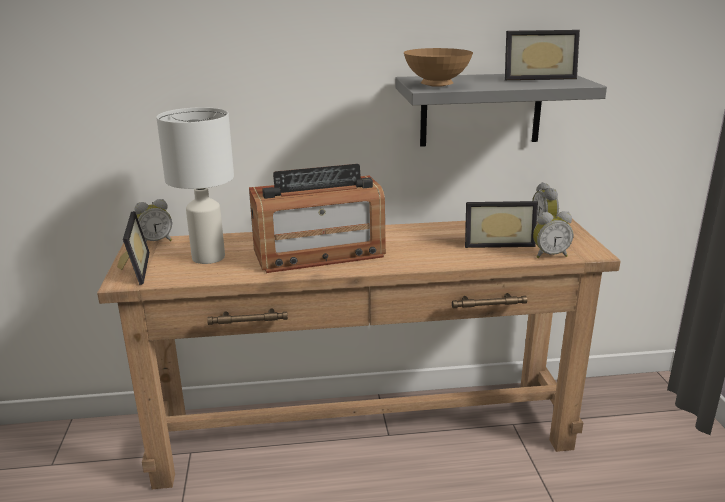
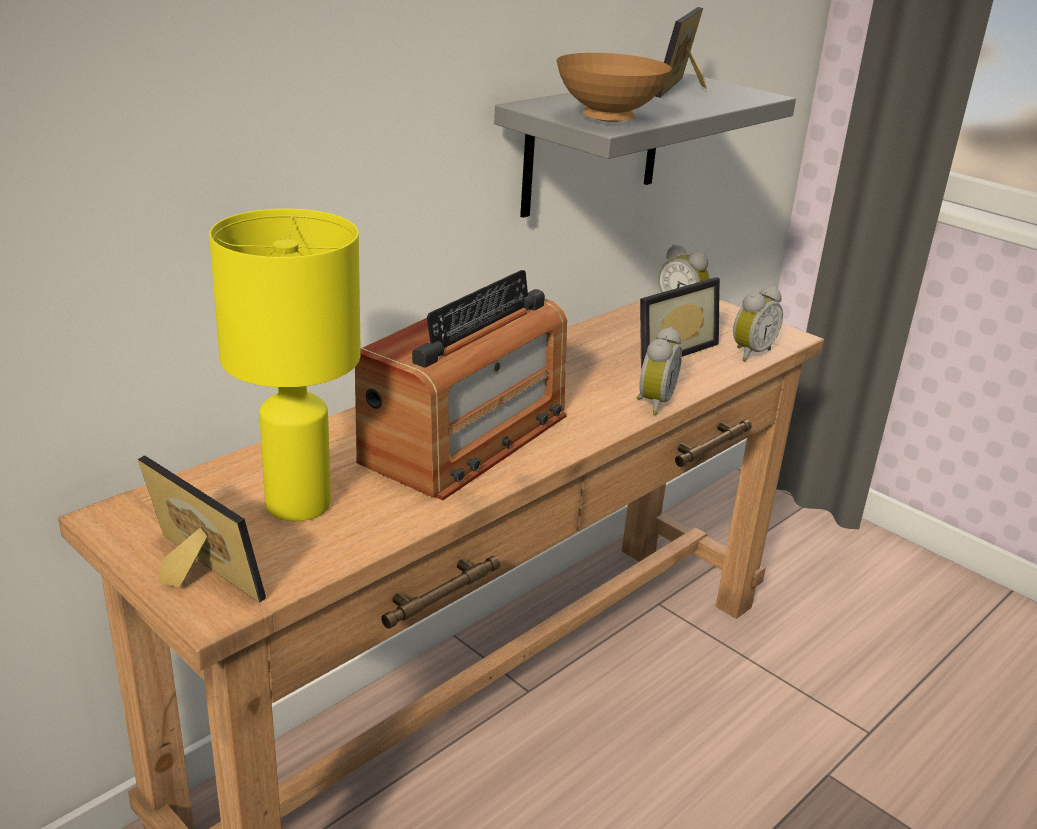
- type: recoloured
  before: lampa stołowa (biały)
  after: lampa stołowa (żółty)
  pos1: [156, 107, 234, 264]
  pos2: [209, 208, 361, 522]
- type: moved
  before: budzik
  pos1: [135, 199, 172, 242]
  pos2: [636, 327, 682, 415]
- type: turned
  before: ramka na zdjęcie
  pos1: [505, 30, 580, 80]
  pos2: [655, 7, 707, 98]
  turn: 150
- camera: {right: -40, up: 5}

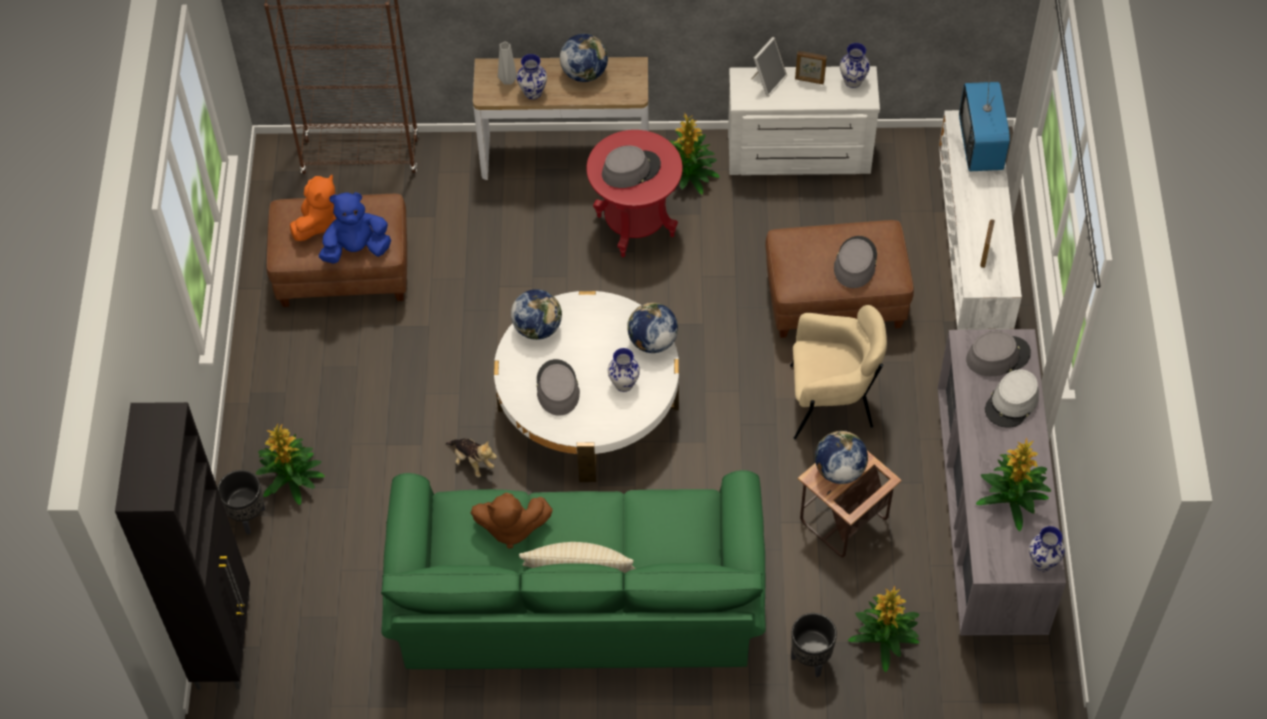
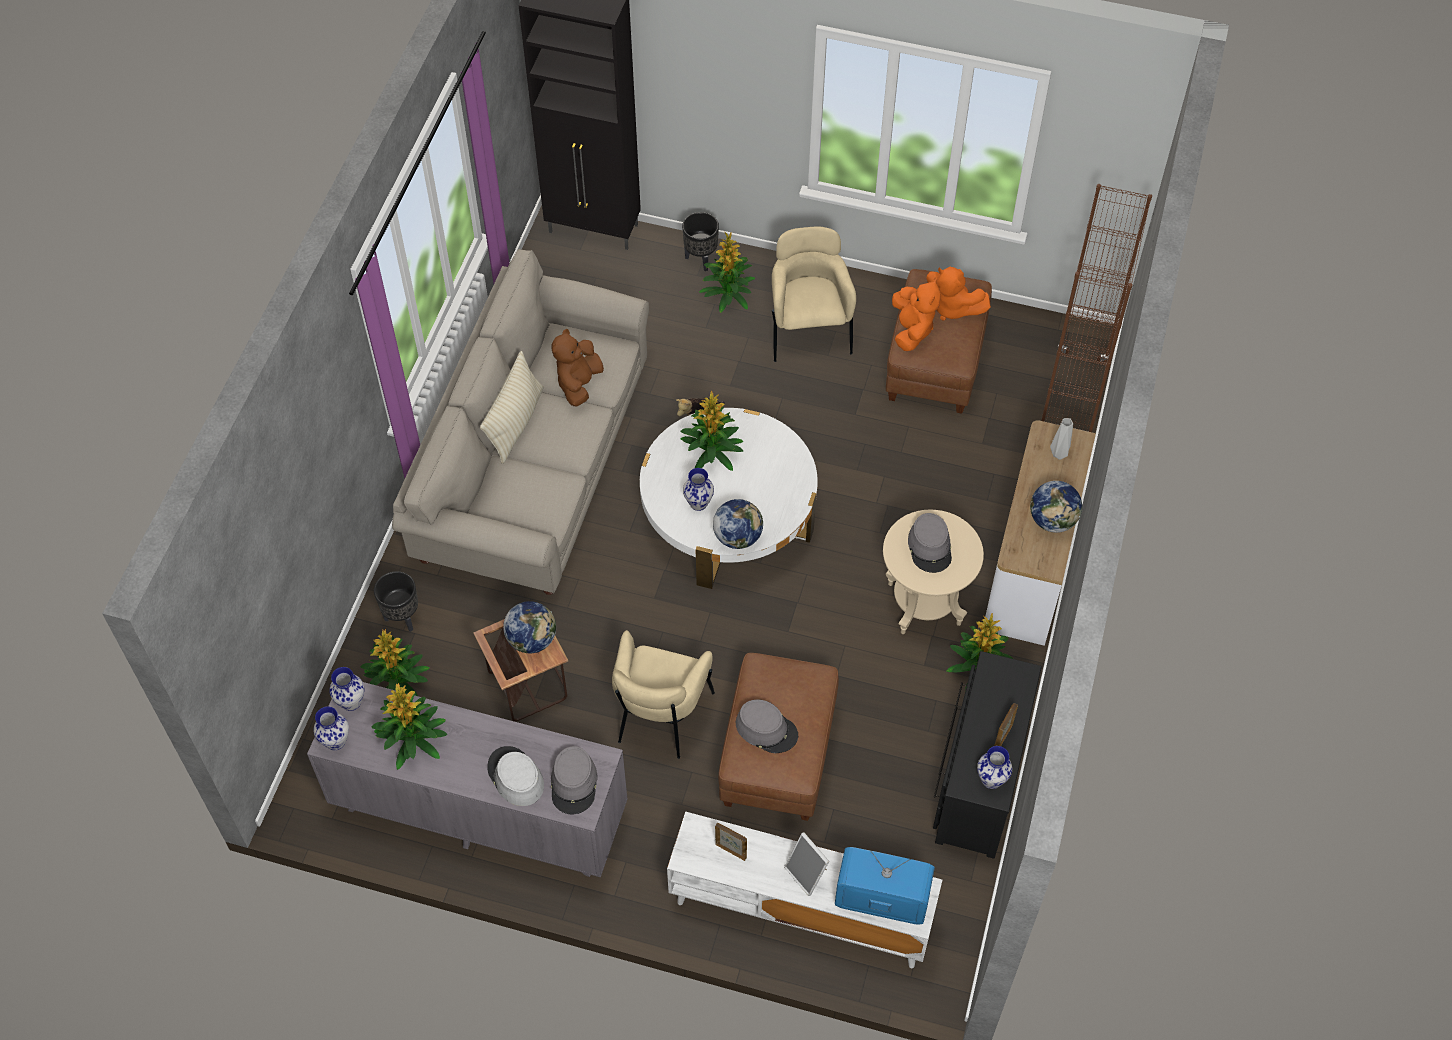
- type: moved
  before: wazon
  pos1: [517, 54, 547, 99]
  pos2: [329, 667, 364, 711]
- type: recoloured
  before: kanapa (zielony)
  after: kanapa (beżowy)
  pos1: [381, 470, 766, 669]
  pos2: [392, 249, 649, 595]
- type: replaced
  before: kapelusz (szary)
  after: roślina doniczkowa
  pos1: [537, 359, 580, 416]
  pos2: [680, 391, 743, 471]
- type: added
  after: fotel (beżowy)
  pos2: [772, 226, 856, 362]
- type: moved
  before: ramka na zdjęcie
  pos1: [751, 37, 787, 97]
  pos2: [784, 832, 829, 896]
- type: recoloured
  before: stolik (czerwony)
  after: stolik (beżowy)
  pos1: [586, 130, 682, 257]
  pos2: [883, 510, 984, 634]
- type: recoloured
  before: pluszak (niebieski)
  after: pluszak (pomarańczowy)
  pos1: [319, 192, 391, 264]
  pos2: [892, 278, 941, 351]
- type: recoloured
  before: komoda (biały)
  after: komoda (czarny)
  pos1: [728, 66, 880, 175]
  pos2: [933, 651, 1042, 859]
- type: removed
  before: globus
  pos1: [511, 289, 562, 340]
- camera: {right: 105, up: 0}

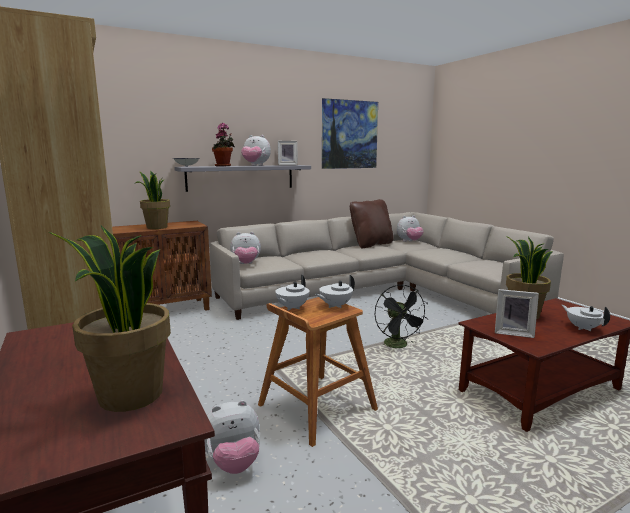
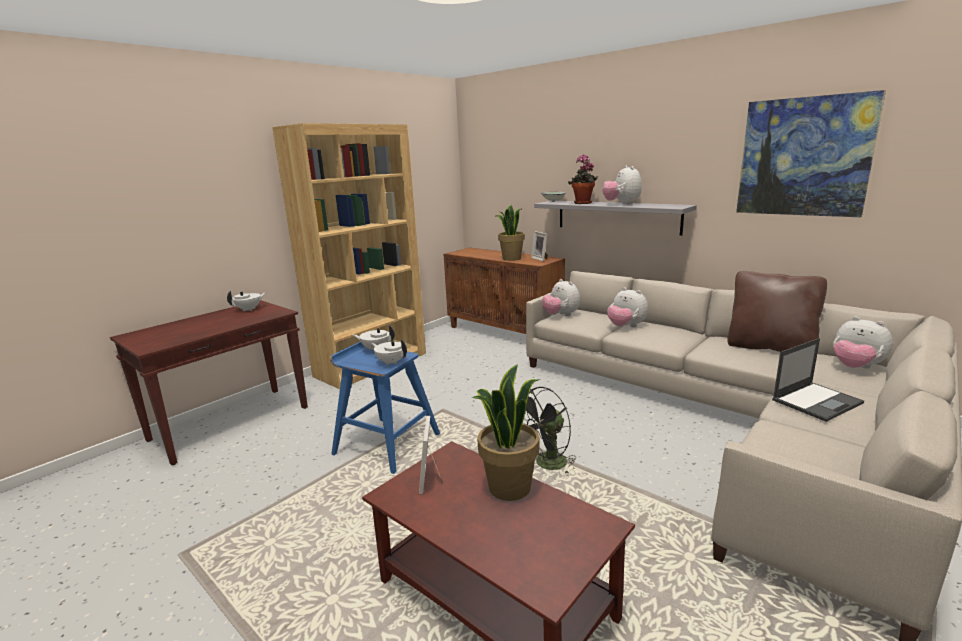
- type: moved
  before: imbryk (biały)
  pos1: [562, 305, 610, 331]
  pos2: [227, 291, 266, 311]
- type: recoloured
  before: stołek (brązowy)
  after: stołek (niebieski)
  pos1: [258, 297, 378, 447]
  pos2: [330, 341, 440, 474]
- type: moved
  before: ramka na zdjęcie
  pos1: [278, 141, 298, 165]
  pos2: [531, 231, 548, 261]
- type: moved
  before: pluszak
  pos1: [204, 400, 260, 474]
  pos2: [607, 287, 648, 327]
- type: added
  after: laptop
  pos2: [772, 338, 864, 422]
- type: removed
  before: roślina doniczkowa
  pos1: [49, 226, 171, 412]
- camera: {right: 70, up: 5}

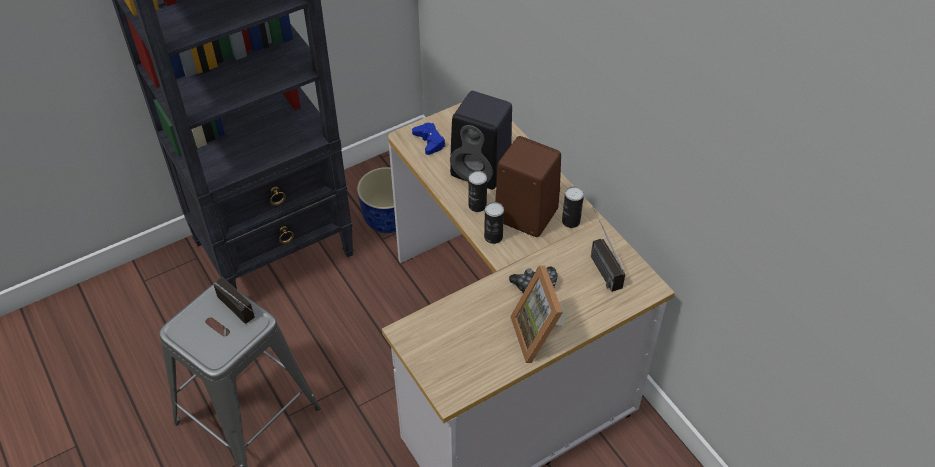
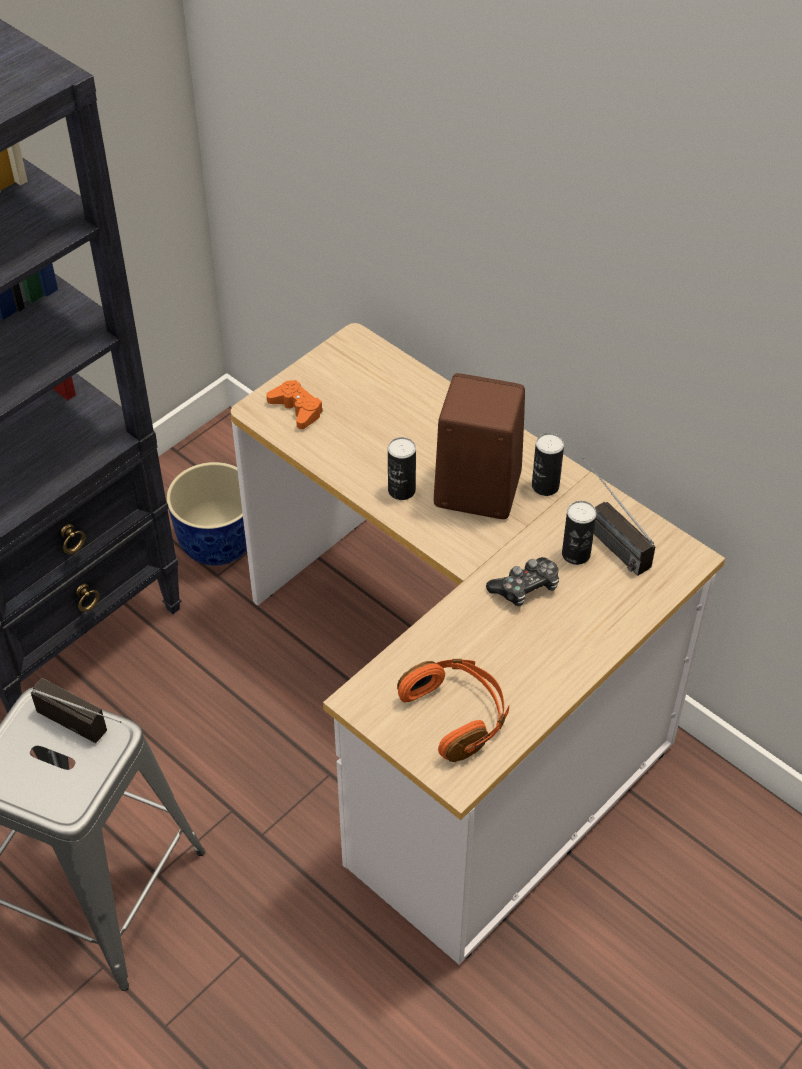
- type: recoloured
  before: pad do gier (niebieski)
  after: pad do gier (pomarańczowy)
  pos1: [412, 123, 445, 155]
  pos2: [266, 380, 323, 429]
- type: added
  after: słuchawki (pomarańczowy)
  pos2: [397, 659, 509, 762]
- type: moved
  before: puszka
  pos1: [484, 202, 504, 244]
  pos2: [562, 501, 597, 565]
- type: removed
  before: głośnik (czarny)
  pos1: [450, 91, 512, 190]
- type: removed
  before: ramka na zdjęcie
  pos1: [510, 265, 566, 363]
- camera: {right: -15, up: 0}

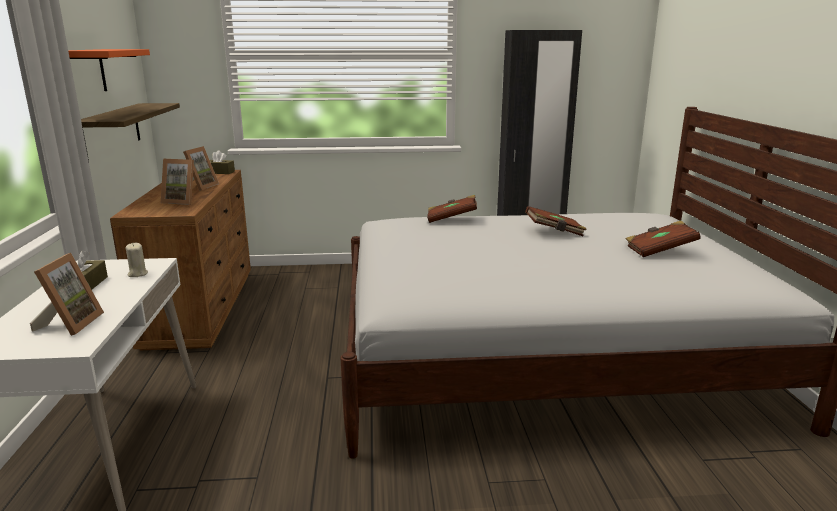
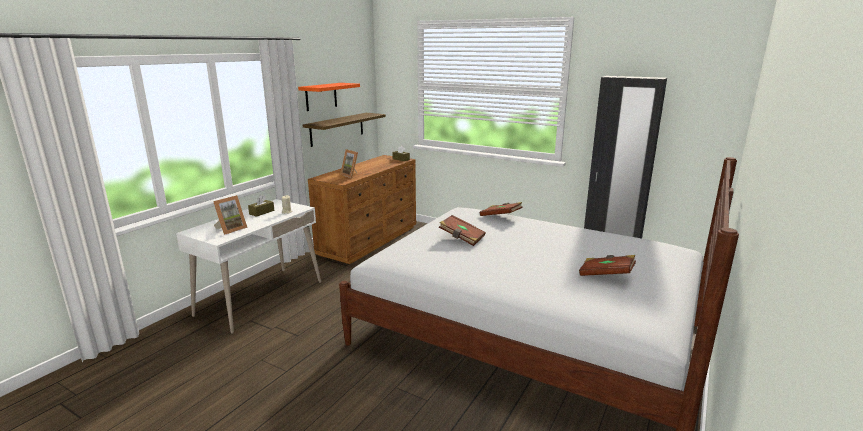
- type: moved
  before: książka (brązowy)
  pos1: [525, 206, 587, 236]
  pos2: [439, 215, 486, 246]
- type: removed
  before: ramka na zdjęcie
  pos1: [183, 146, 219, 191]
- camera: {right: 35, up: 0}

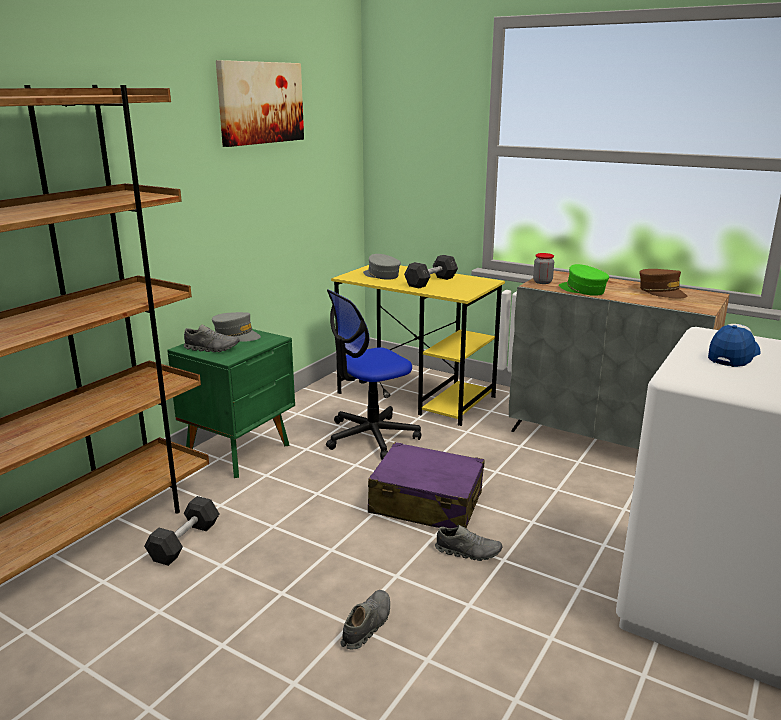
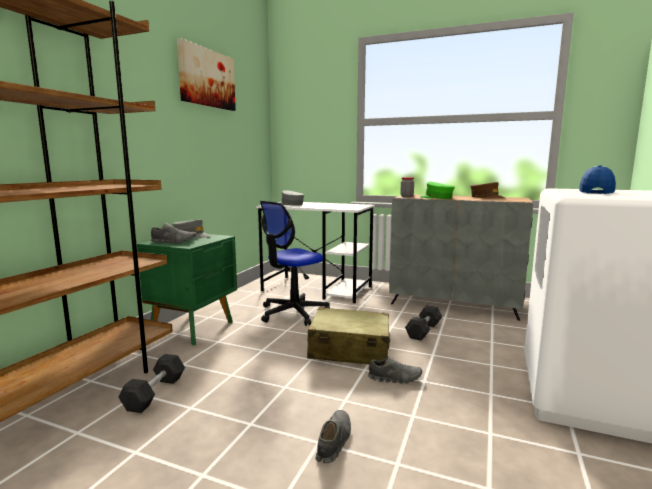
- type: recoloured
  before: biurko (żółty)
  after: biurko (biały)
  pos1: [331, 265, 505, 426]
  pos2: [256, 202, 375, 304]
- type: recoloured
  before: walizka (fioletowy)
  after: walizka (beżowy)
  pos1: [368, 442, 485, 528]
  pos2: [307, 307, 390, 364]
- type: moved
  before: hantel (szary)
  pos1: [404, 255, 458, 288]
  pos2: [405, 305, 442, 341]
- camera: {right: -10, up: -10}

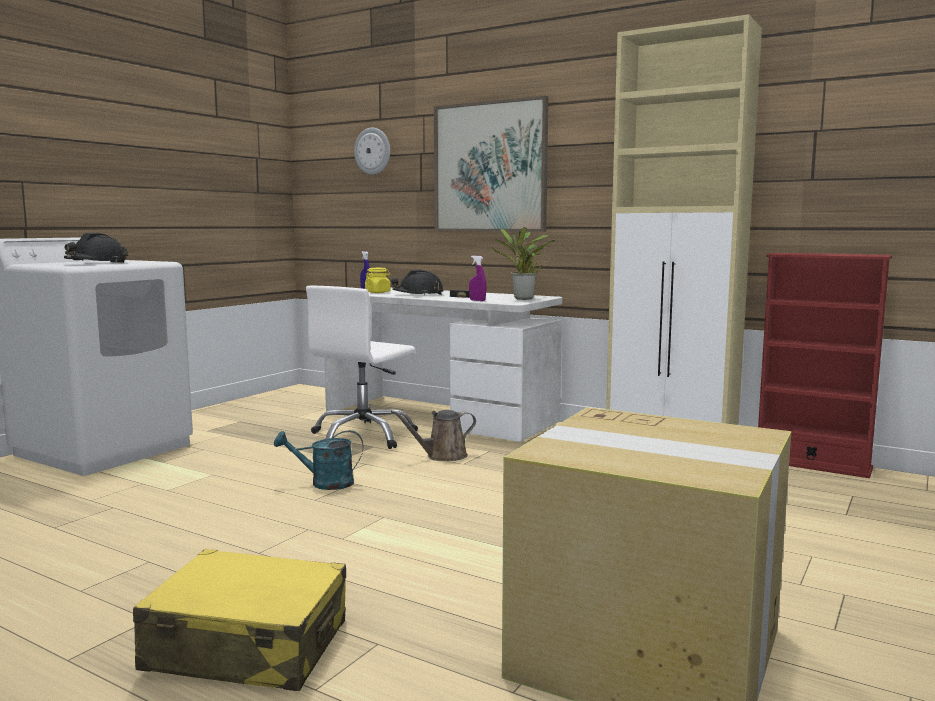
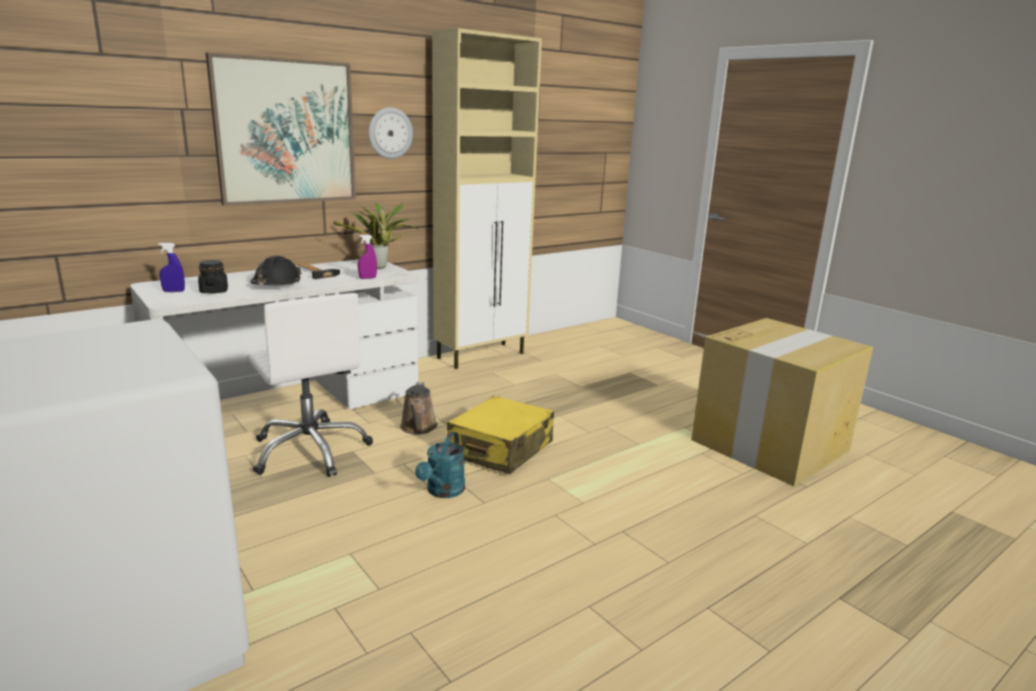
- type: recoloured
  before: słoik (żółty)
  after: słoik (czarny)
  pos1: [365, 268, 391, 293]
  pos2: [198, 260, 228, 294]
- type: moved
  before: zegar ścienny
  pos1: [354, 128, 390, 175]
  pos2: [369, 108, 413, 159]
- type: moved
  before: walizka (żółty)
  pos1: [133, 549, 346, 691]
  pos2: [447, 396, 554, 474]
- type: removed
  before: kask (czarny)
  pos1: [64, 233, 129, 263]
- type: removed
  before: regał (czerwony)
  pos1: [758, 253, 892, 478]
- camera: {right: -70, up: 10}

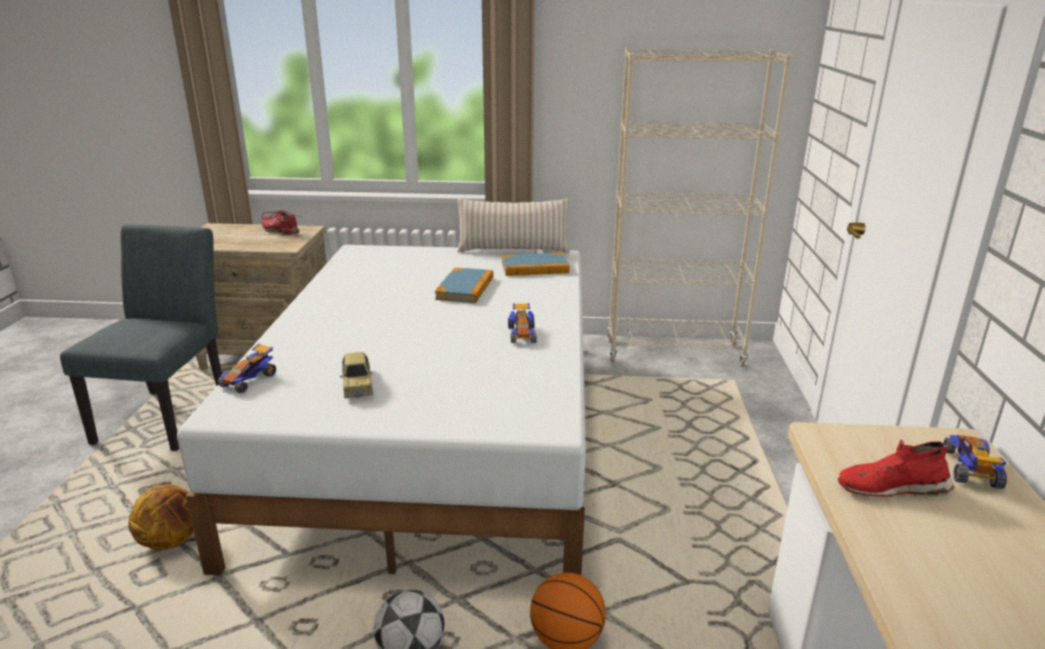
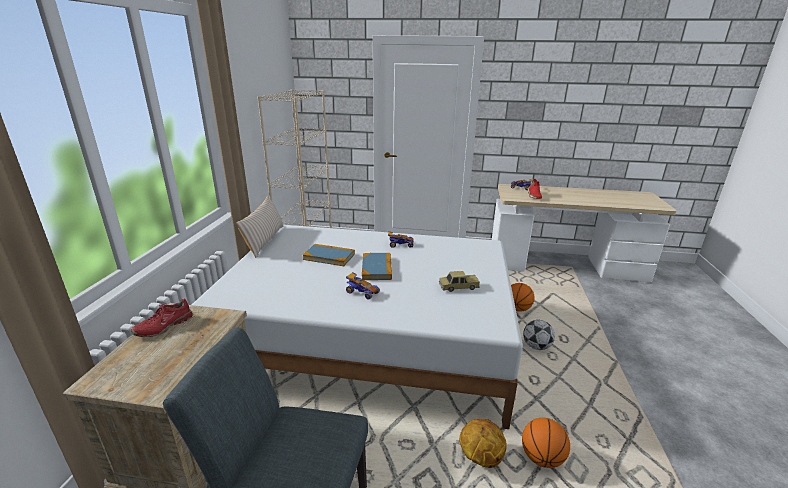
- type: moved
  before: samochodzik
  pos1: [218, 343, 276, 393]
  pos2: [346, 272, 380, 300]
- type: moved
  before: książka
  pos1: [502, 253, 569, 276]
  pos2: [362, 253, 392, 280]
- type: added
  after: piłka do koszykówki
  pos2: [522, 418, 570, 468]
- camera: {right: -85, up: 0}

